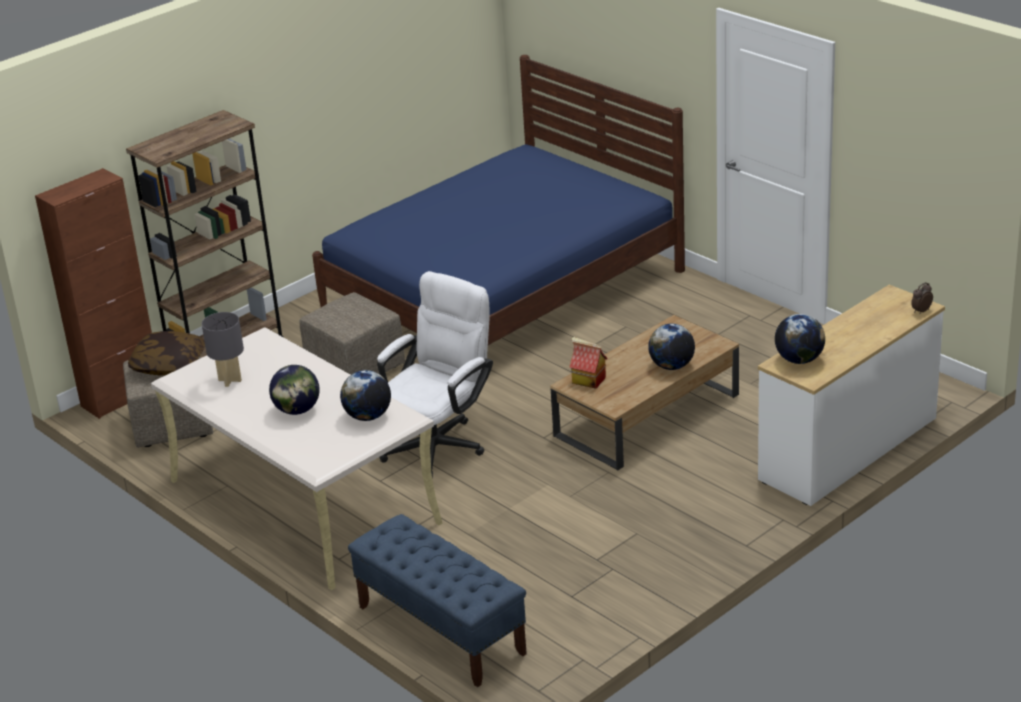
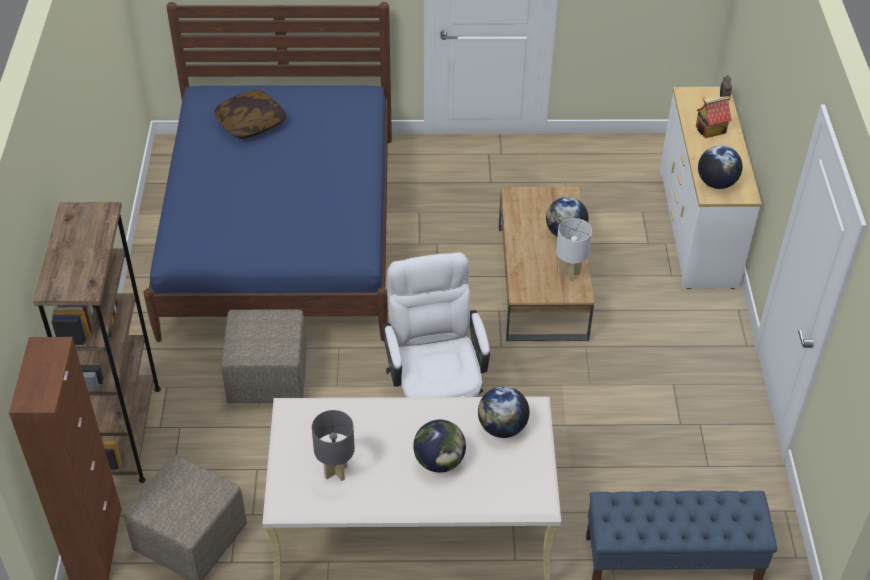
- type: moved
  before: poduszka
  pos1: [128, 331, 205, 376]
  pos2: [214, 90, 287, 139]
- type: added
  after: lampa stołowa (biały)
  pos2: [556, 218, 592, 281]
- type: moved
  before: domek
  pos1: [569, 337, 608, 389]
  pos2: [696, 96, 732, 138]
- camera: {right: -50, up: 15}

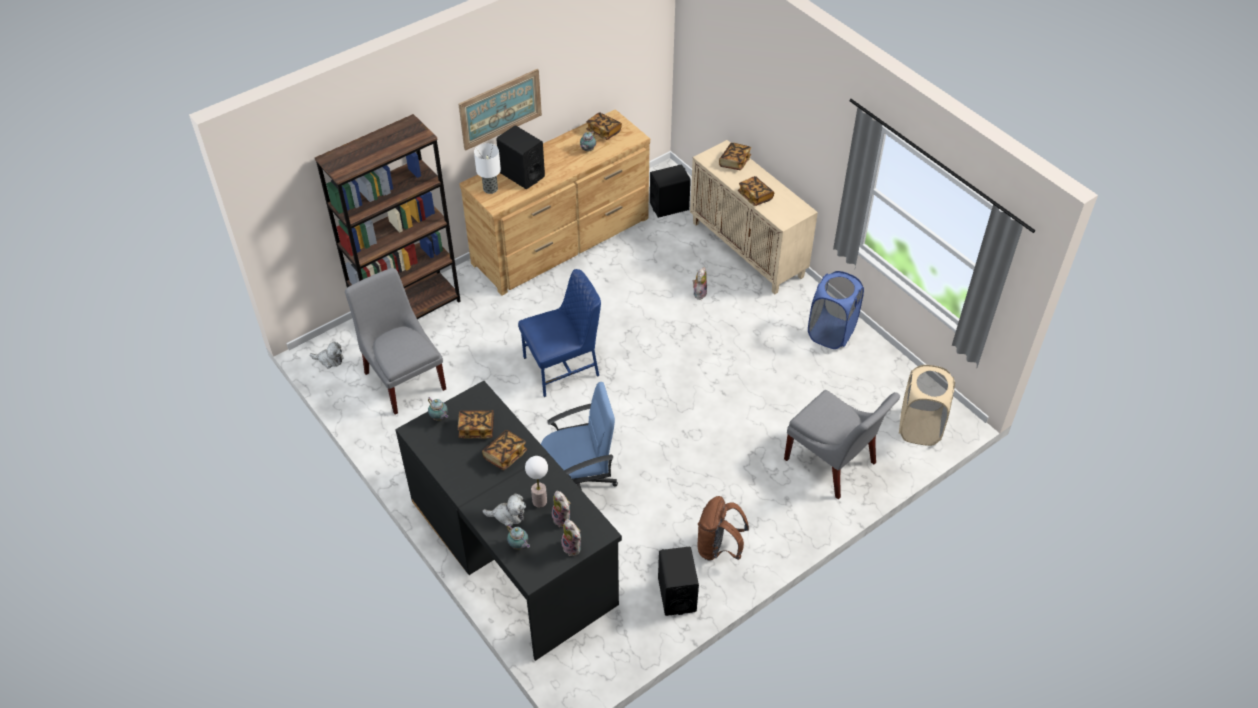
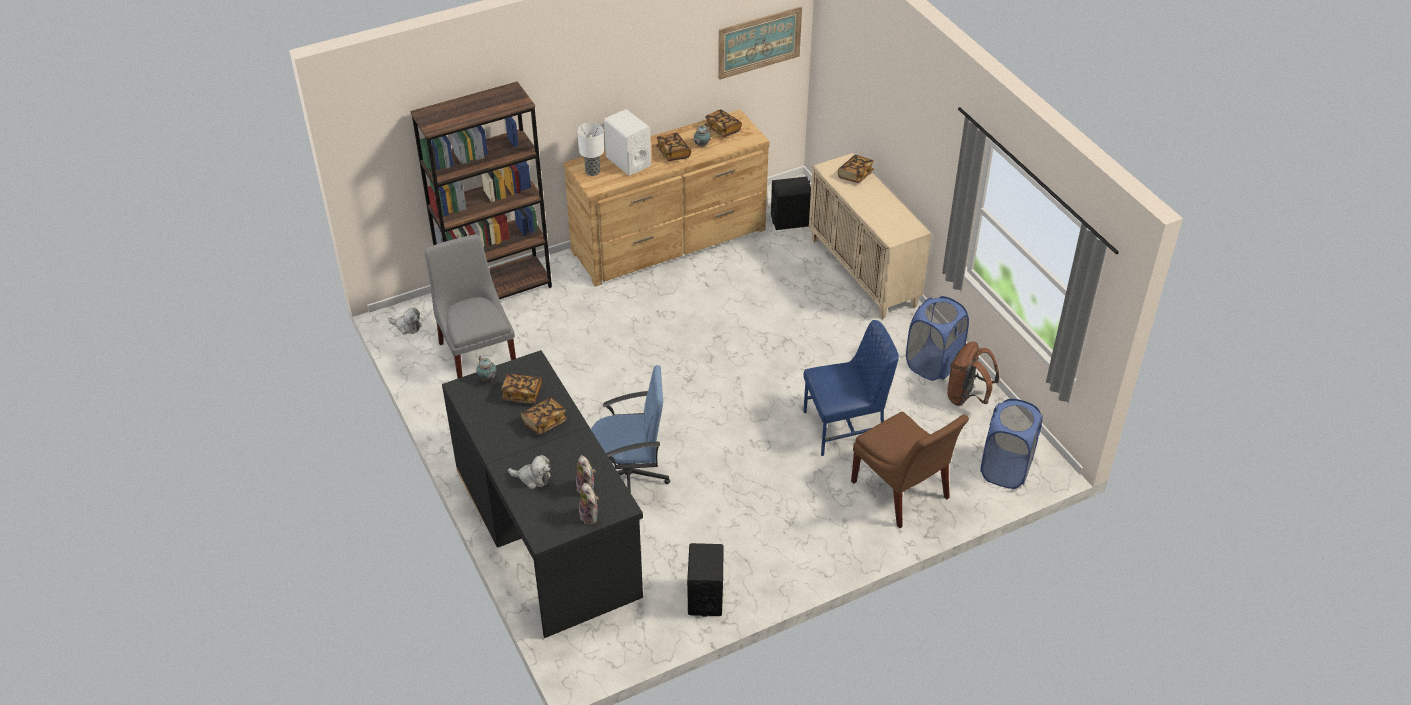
- type: recoloured
  before: głośnik (czarny)
  after: głośnik (biały)
  pos1: [496, 125, 545, 189]
  pos2: [604, 109, 651, 176]
- type: moved
  before: książka
  pos1: [738, 176, 774, 206]
  pos2: [656, 133, 691, 161]
- type: moved
  before: obraz
  pos1: [459, 69, 542, 151]
  pos2: [718, 7, 802, 80]
- type: moved
  before: krzesło (niebieski)
  pos1: [518, 269, 601, 397]
  pos2: [803, 320, 899, 456]
- type: recoloured
  before: krzesło (szary)
  after: krzesło (brązowy)
  pos1: [784, 390, 900, 499]
  pos2: [851, 411, 969, 528]
- type: moved
  before: plecak (brązowy)
  pos1: [698, 496, 749, 561]
  pos2: [947, 342, 999, 406]
- type: recoloured
  before: kosz na pranie (beżowy)
  after: kosz na pranie (niebieski)
  pos1: [899, 365, 955, 446]
  pos2: [980, 399, 1043, 489]
- type: removed
  before: imbryk
  pos1: [506, 525, 530, 550]
- type: removed
  before: lampa stołowa
  pos1: [525, 456, 548, 508]
- type: removed
  before: pluszak
  pos1: [692, 267, 707, 300]
- camera: {right: 10, up: -5}

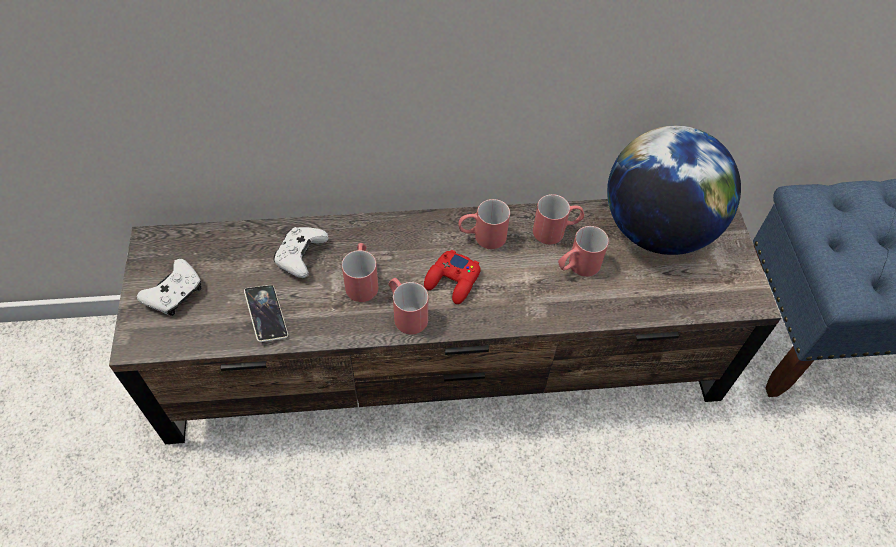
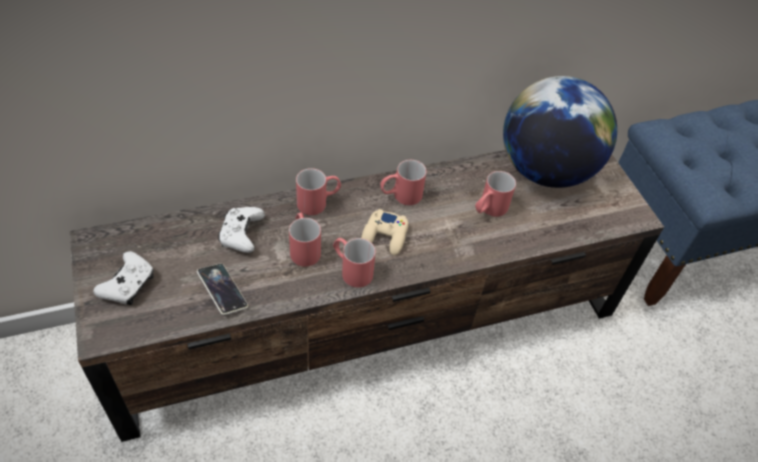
- type: moved
  before: kubek (czerwony)
  pos1: [533, 194, 584, 244]
  pos2: [296, 168, 341, 215]
- type: recoloured
  before: pad do gier (czerwony)
  after: pad do gier (beżowy)
  pos1: [424, 249, 481, 304]
  pos2: [361, 209, 409, 255]
- camera: {right: -15, up: -5}

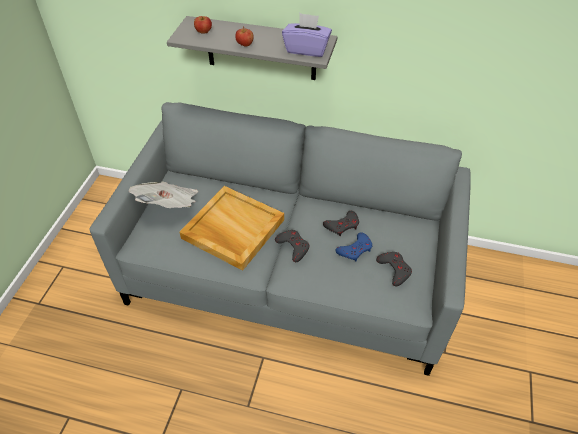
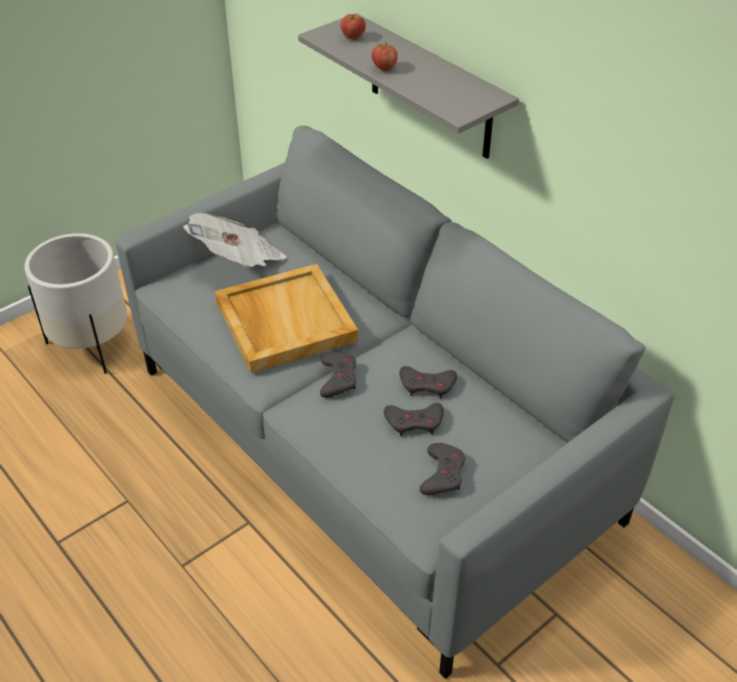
- type: added
  after: donica (biały)
  pos2: [25, 233, 127, 374]
- type: recoloured
  before: pad do gier (niebieski)
  after: pad do gier (szary)
  pos1: [335, 232, 372, 261]
  pos2: [384, 403, 444, 436]
- type: removed
  before: pudełko chusteczek (fioletowy)
  pos1: [282, 13, 332, 57]
- camera: {right: 35, up: -5}

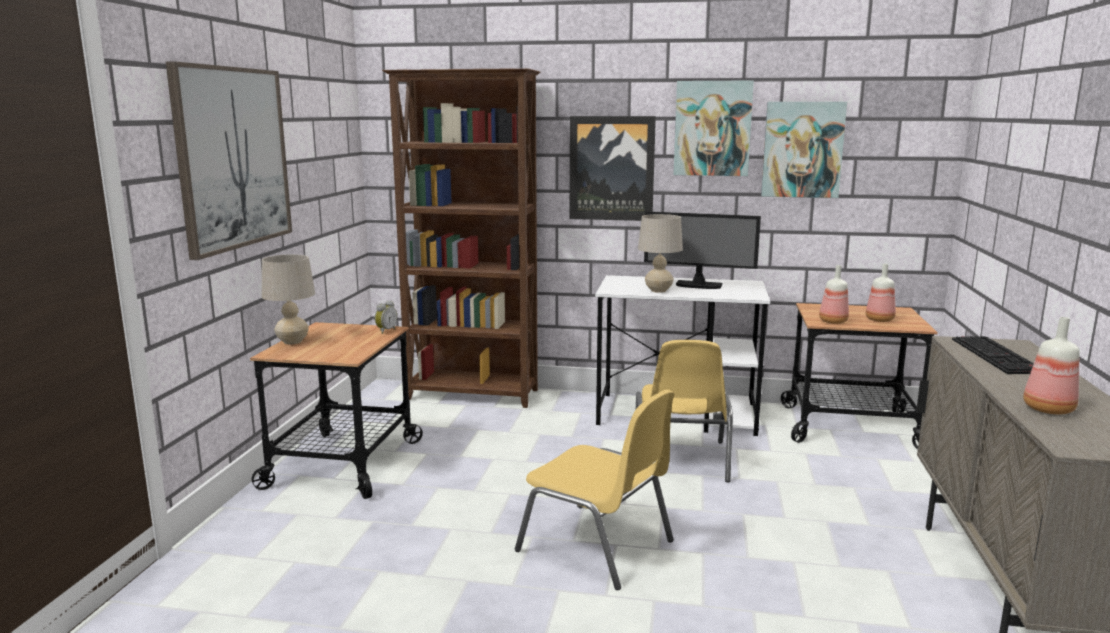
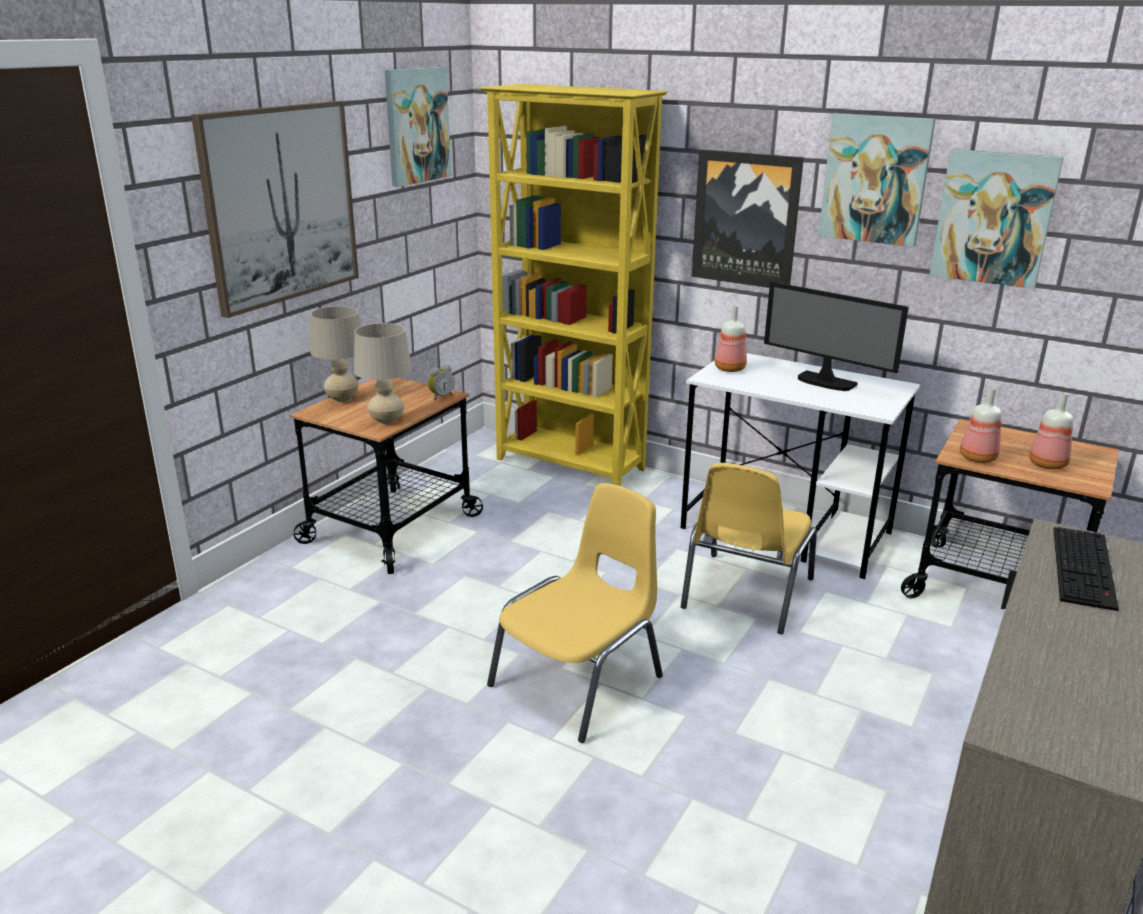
- type: moved
  before: lampa stołowa (beżowy)
  pos1: [638, 214, 683, 293]
  pos2: [354, 323, 412, 424]
- type: added
  after: obraz
  pos2: [385, 67, 451, 187]
- type: recoloured
  before: regał (brązowy)
  after: regał (żółty)
  pos1: [382, 68, 540, 408]
  pos2: [480, 84, 668, 486]
- type: turned
  before: krzesło (żółty)
  pos1: [515, 389, 674, 590]
  pos2: [487, 483, 663, 743]
  turn: -105
- type: moved
  before: butelka
  pos1: [1023, 317, 1080, 415]
  pos2: [715, 305, 747, 372]
- camera: {right: 20, up: 10}

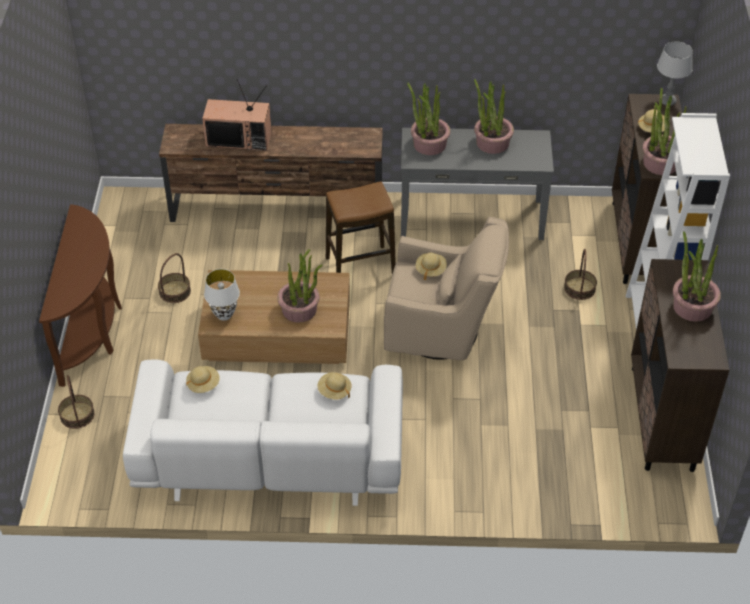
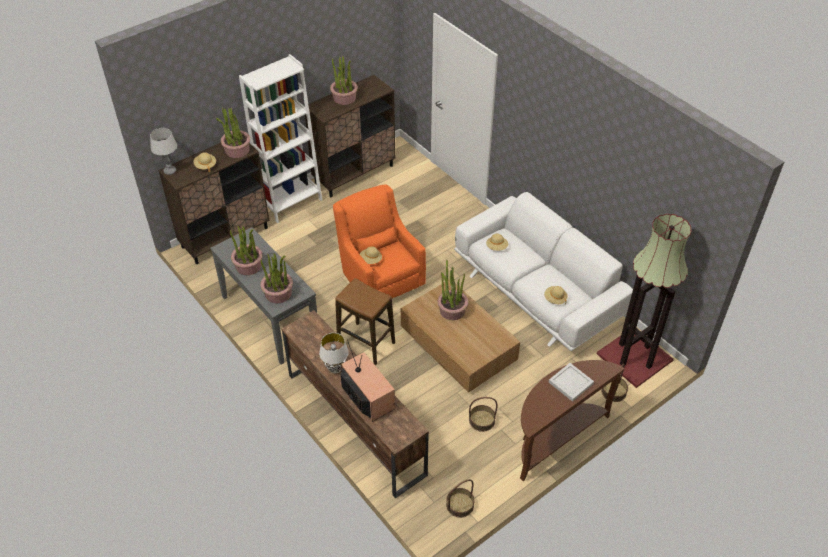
- type: moved
  before: lampa stołowa (biały)
  pos1: [204, 269, 240, 321]
  pos2: [319, 333, 349, 373]
- type: recoloured
  before: fotel (beżowy)
  after: fotel (pomarańczowy)
  pos1: [384, 217, 509, 360]
  pos2: [333, 185, 426, 298]
- type: moved
  before: koszyk
  pos1: [564, 249, 597, 300]
  pos2: [446, 479, 474, 518]
- type: added
  after: taca (biały)
  pos2: [549, 363, 594, 402]
- type: added
  after: lampa stojąca
  pos2: [596, 214, 692, 388]
- camera: {right: -130, up: 0}

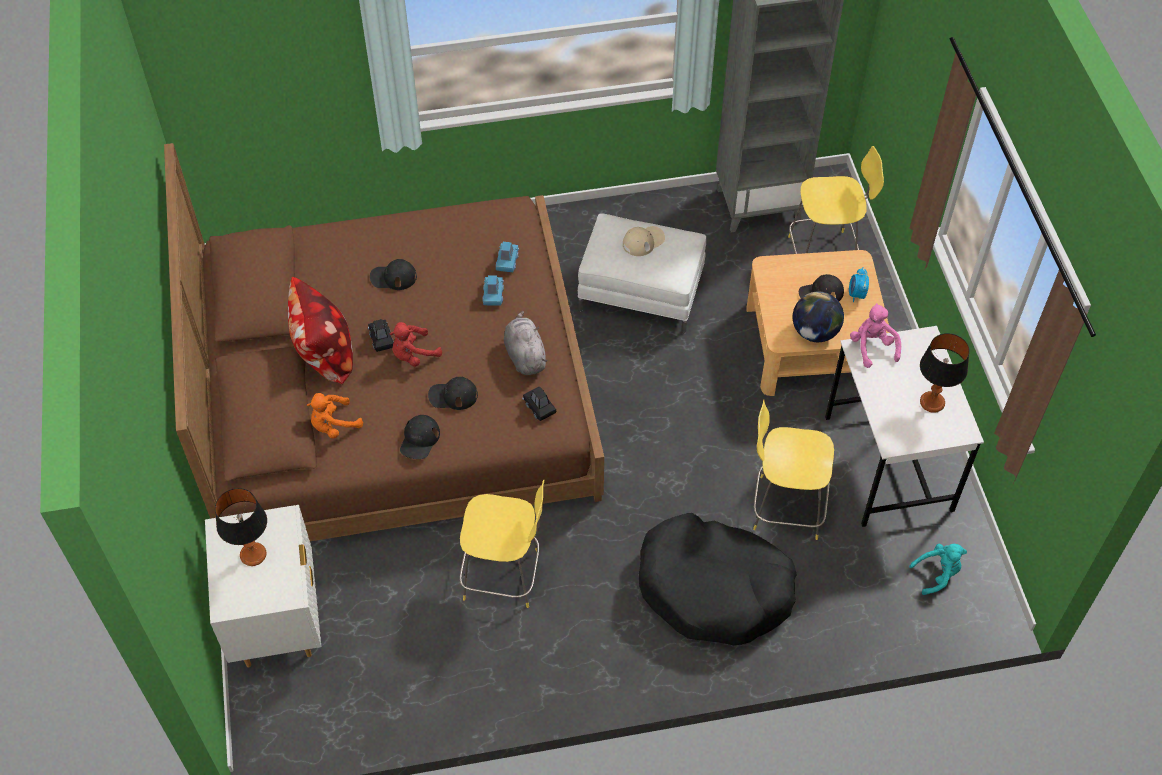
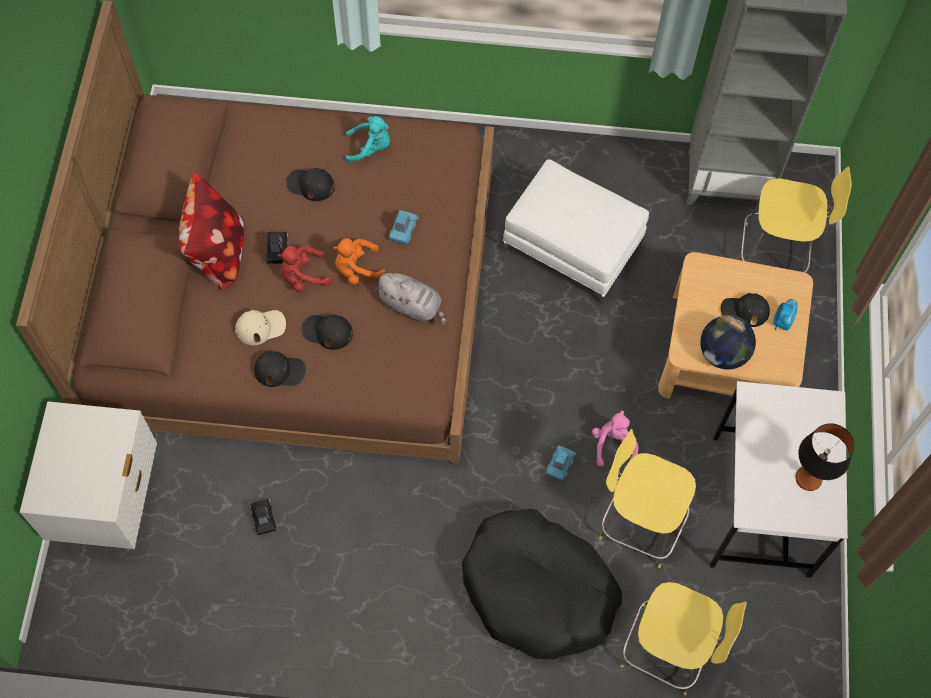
- type: moved
  before: czapka z daszkiem (beżowy)
  pos1: [623, 226, 665, 256]
  pos2: [235, 310, 286, 345]
- type: moved
  before: samochodzik (czarny)
  pos1: [522, 387, 556, 421]
  pos2: [250, 499, 277, 535]
- type: turned
  before: czapka z daszkiem (czarny)
  pos1: [400, 415, 440, 459]
  pos2: [254, 351, 306, 387]
  turn: -120
- type: moved
  before: pluszak (pomarańczowy)
  pos1: [307, 393, 363, 439]
  pos2: [333, 238, 385, 285]
- type: moved
  before: pluszak (turkusowy)
  pos1: [909, 544, 967, 595]
  pos2: [345, 116, 390, 162]
- type: turned
  before: pluszak (szary)
  pos1: [504, 311, 548, 375]
  pos2: [375, 273, 447, 326]
  turn: 120
- type: moved
  before: samochodzik (niebieski)
  pos1: [496, 242, 519, 272]
  pos2: [546, 445, 576, 481]
- type: moved
  before: pluszak (różowy)
  pos1: [850, 303, 901, 368]
  pos2: [592, 410, 638, 467]
- type: moved
  before: stołek (żółty)
  pos1: [459, 480, 545, 608]
  pos2: [620, 582, 747, 695]
- type: removed
  before: lampa stołowa
  pos1: [215, 488, 267, 566]
- camera: {right: 15, up: 10}

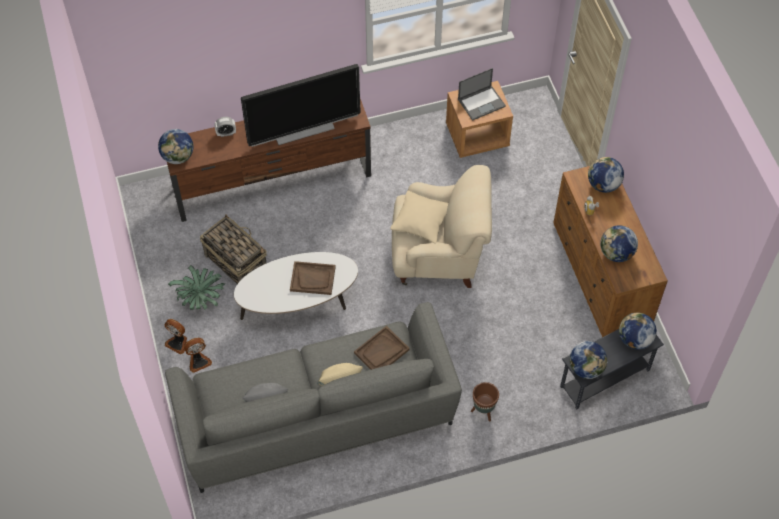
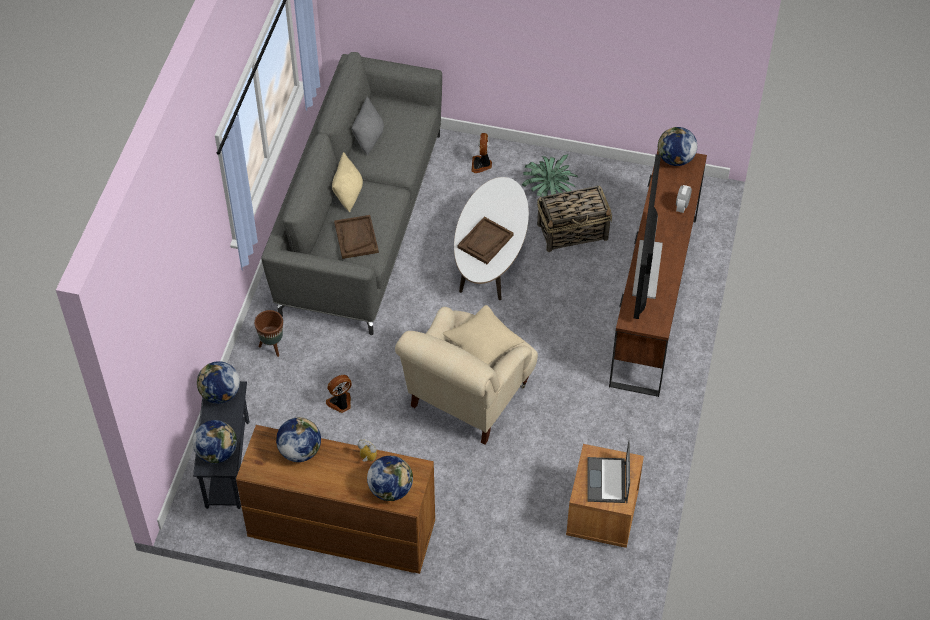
- type: moved
  before: wentylator
  pos1: [164, 319, 187, 354]
  pos2: [326, 375, 352, 413]
- camera: {right: 120, up: -5}

